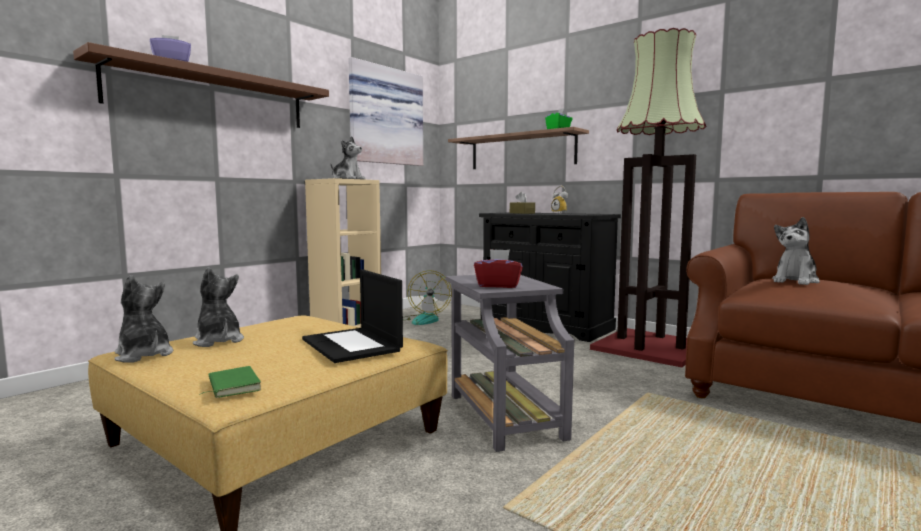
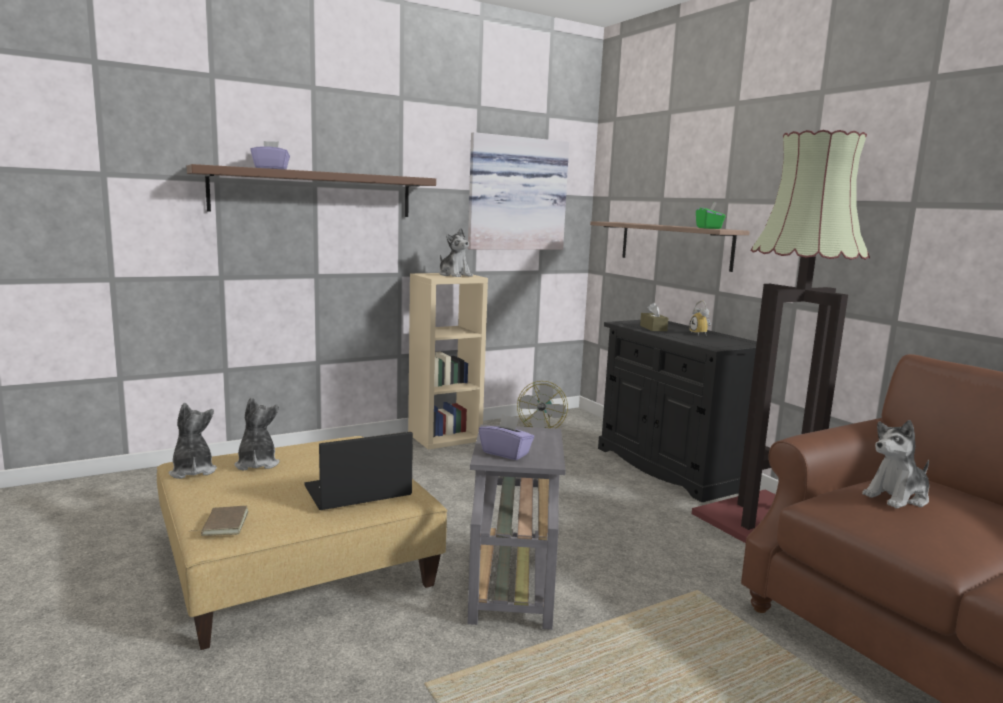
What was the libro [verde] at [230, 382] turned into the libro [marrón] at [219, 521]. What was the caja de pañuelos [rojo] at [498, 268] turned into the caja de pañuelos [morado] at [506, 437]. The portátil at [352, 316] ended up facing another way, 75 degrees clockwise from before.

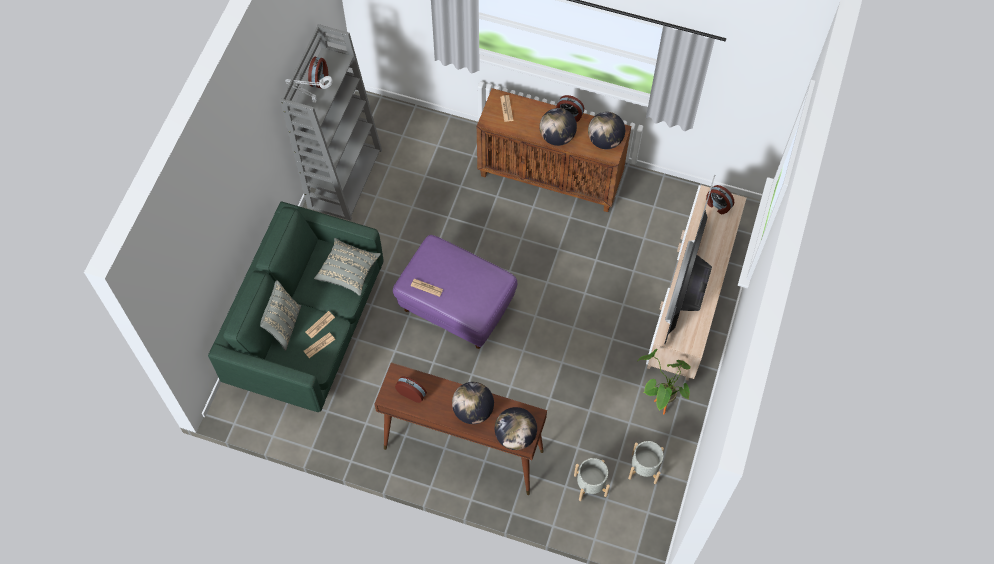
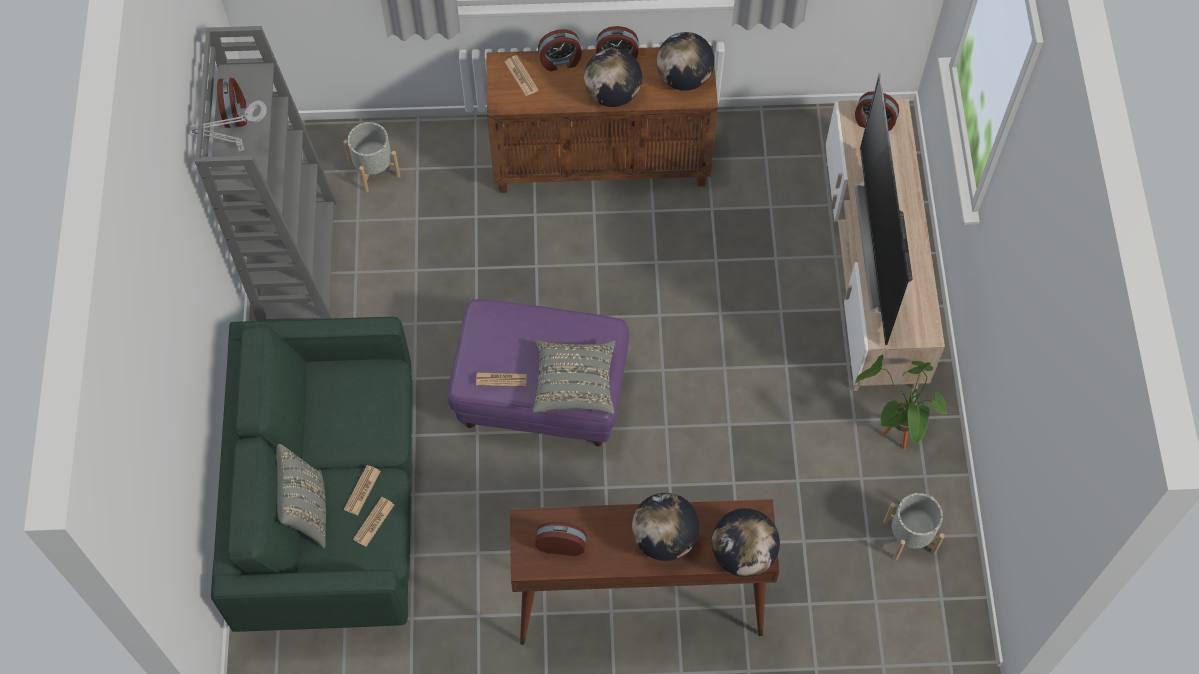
The second view gained the despertador at [560, 50]. The cojín [gris] ended up elsewhere, having gone from [347, 267] to [574, 377]. The maceta [gris] ended up elsewhere, having gone from [592, 479] to [371, 157].

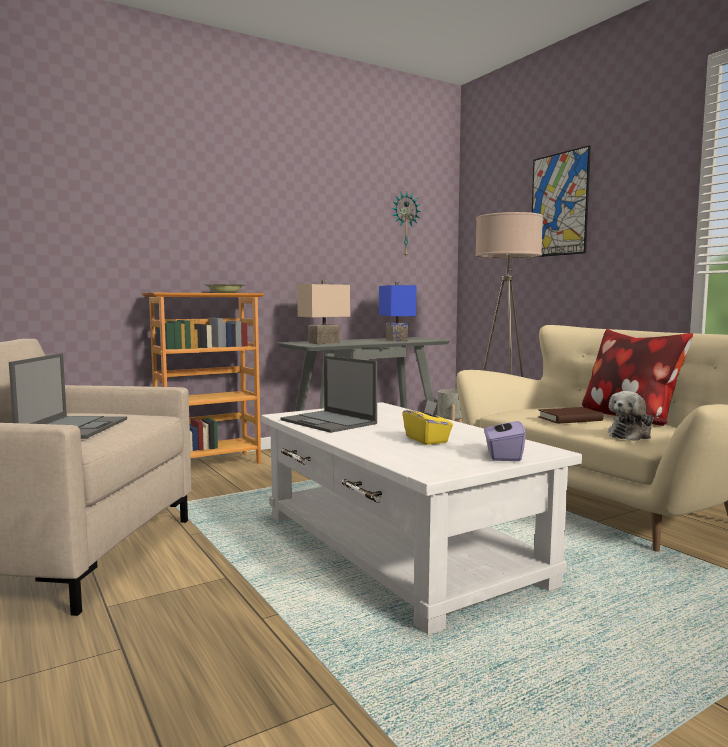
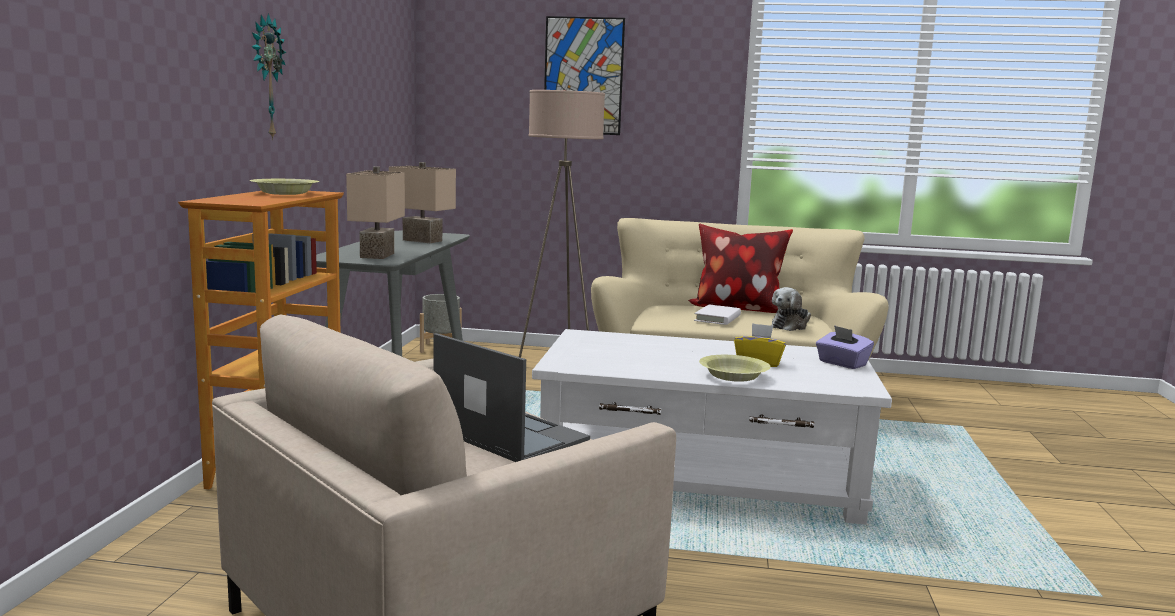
The second view lost the portátil at [328, 394]. The second view gained the cuenco [amarillo] at [735, 368]. The reloj de pared ended up elsewhere, having gone from [406, 224] to [268, 76]. What was the lámpara de mesa [azul] at [397, 311] turned into the lámpara de mesa [beis] at [422, 202]. What was the libro [marrón] at [571, 415] turned into the libro [blanco] at [717, 314]. The peluche at [631, 416] ended up facing another way, 45 degrees clockwise from before.

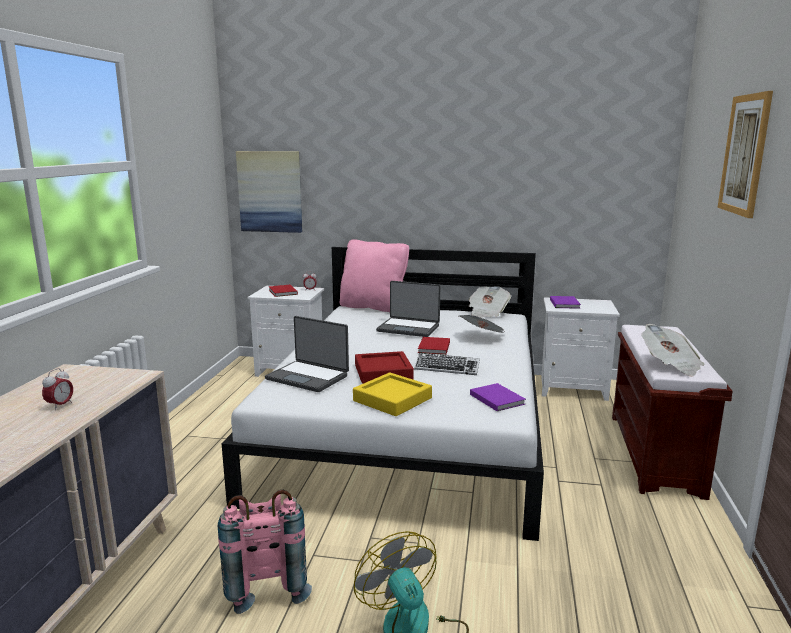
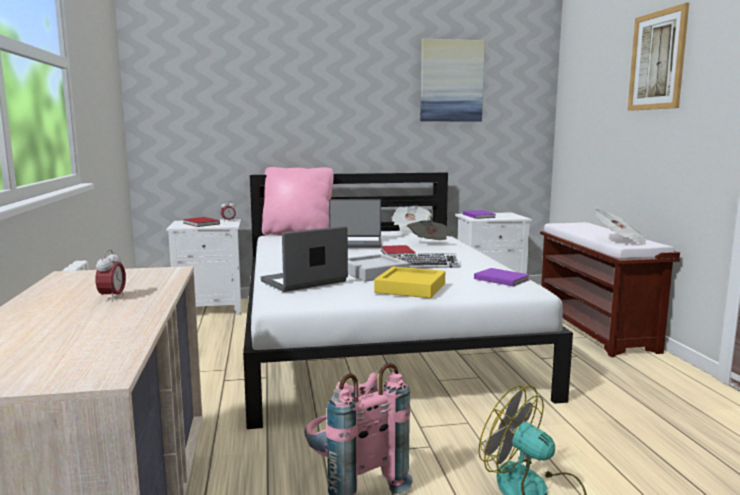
The cuadro ended up elsewhere, having gone from [269, 192] to [452, 80]. What was the bandeja [rojo] at [384, 367] turned into the bandeja [gris] at [378, 268]. The portátil at [307, 354] ended up facing another way, 135 degrees clockwise from before.

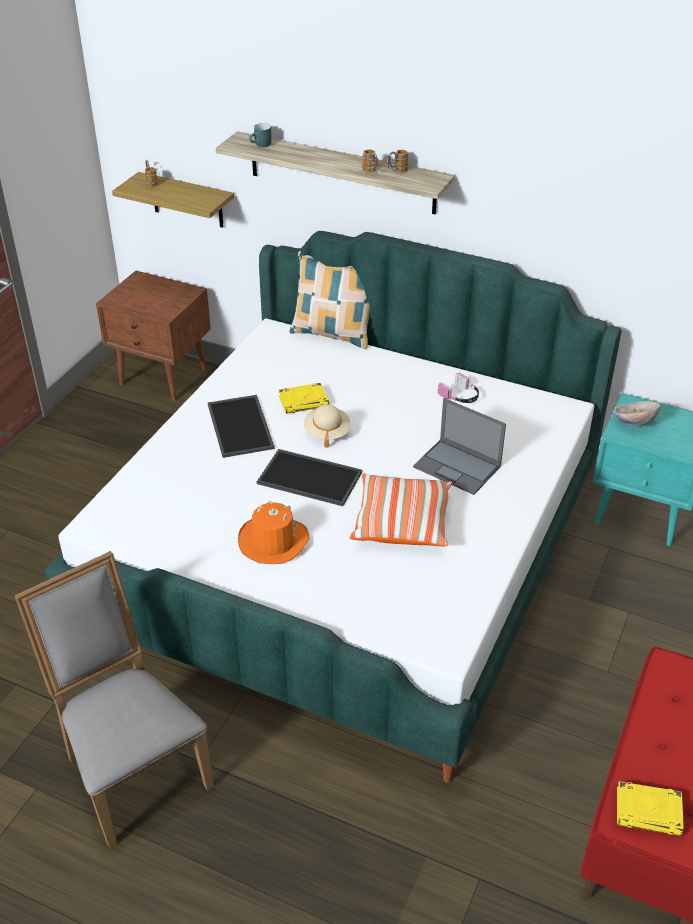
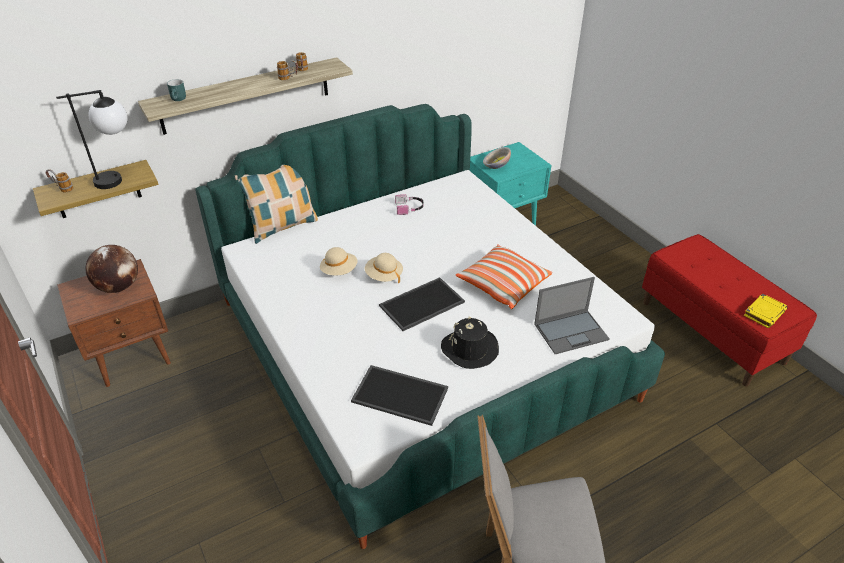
The second view gained the lámpara de mesa at [91, 139]. The second view gained the globo terráqueo at [111, 269]. The bandeja ended up elsewhere, having gone from [241, 426] to [399, 395]. The portátil ended up elsewhere, having gone from [459, 446] to [571, 315]. Where the libro [amarillo] stood at [303, 398], the sombrero [beis] came to stand at [339, 261]. What was the sombrero [naranja] at [273, 532] turned into the sombrero [negro] at [470, 343].

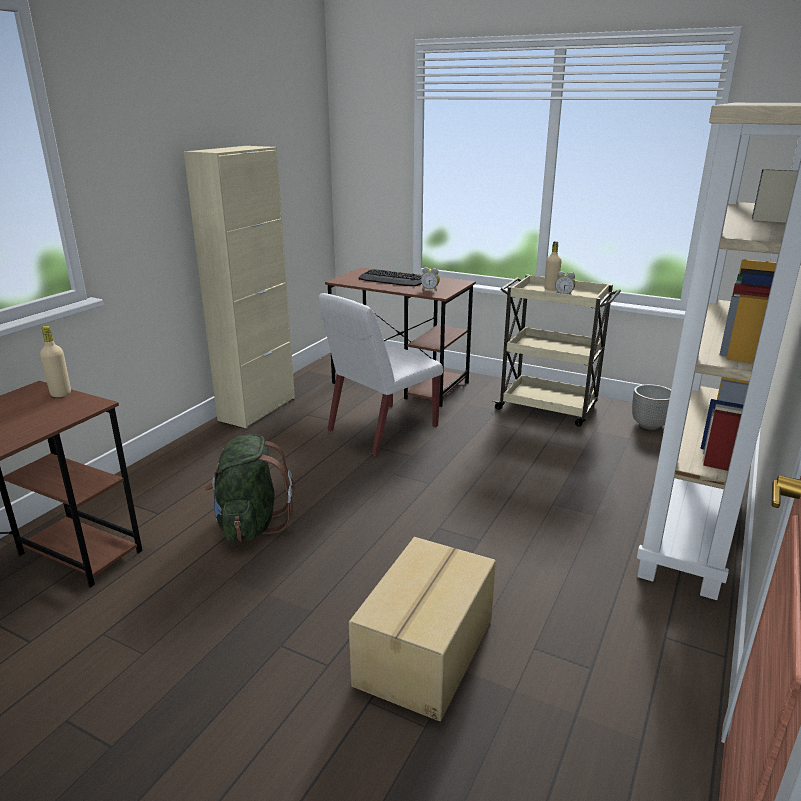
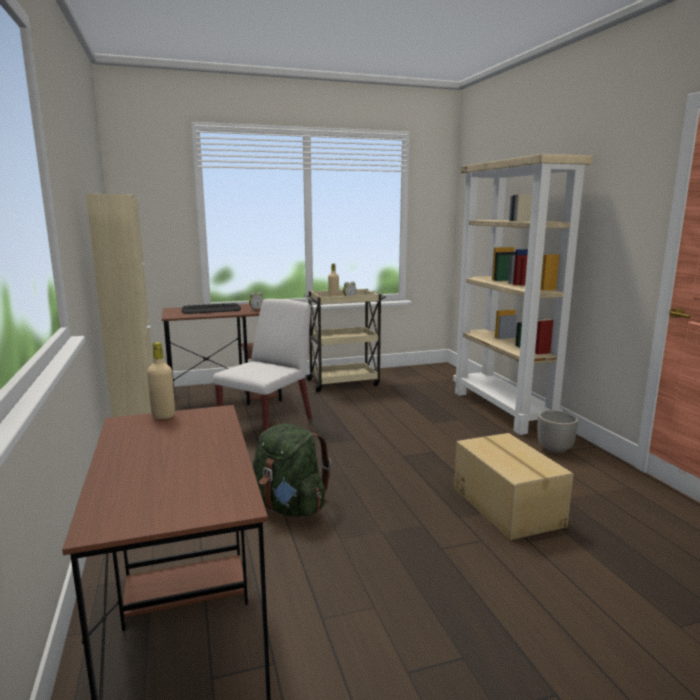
The maceta ended up elsewhere, having gone from [651, 407] to [558, 432]. The silla [blanco] at [380, 374] ended up facing another way, 150 degrees counterclockwise from before.

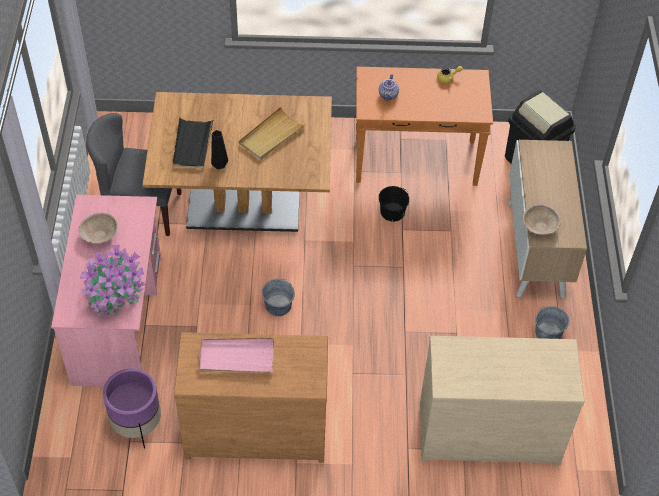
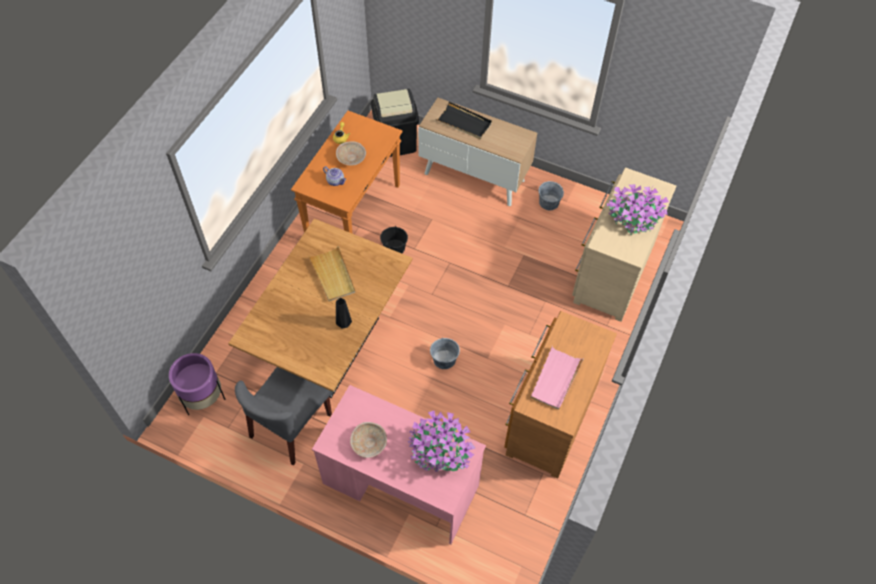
The second view gained the planta en maceta at [638, 209]. The maceta [morado] ended up elsewhere, having gone from [132, 408] to [197, 384]. The bandeja [negro] ended up elsewhere, having gone from [193, 142] to [464, 120]. The cuenco [beis] ended up elsewhere, having gone from [542, 219] to [351, 153].

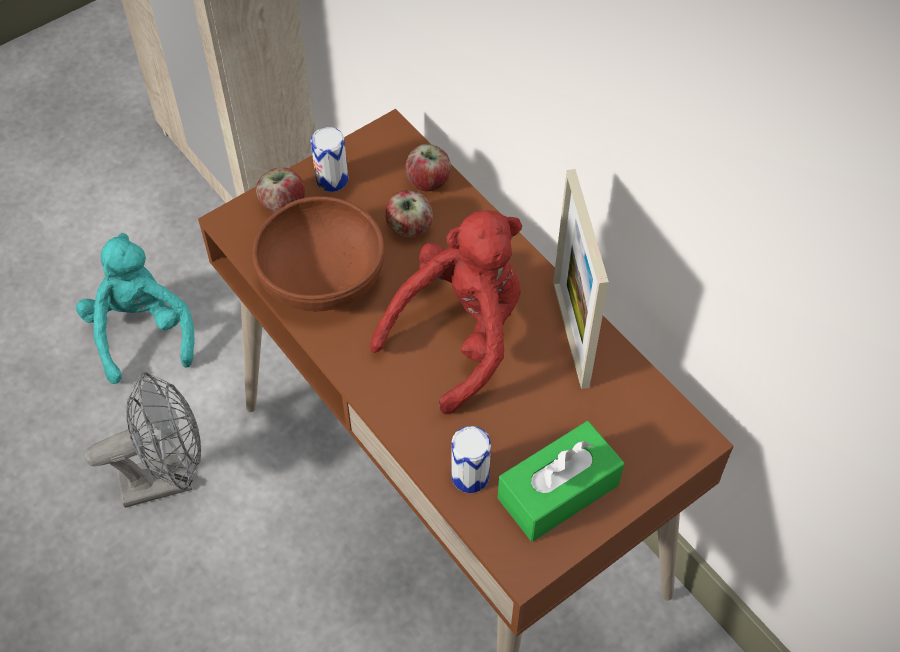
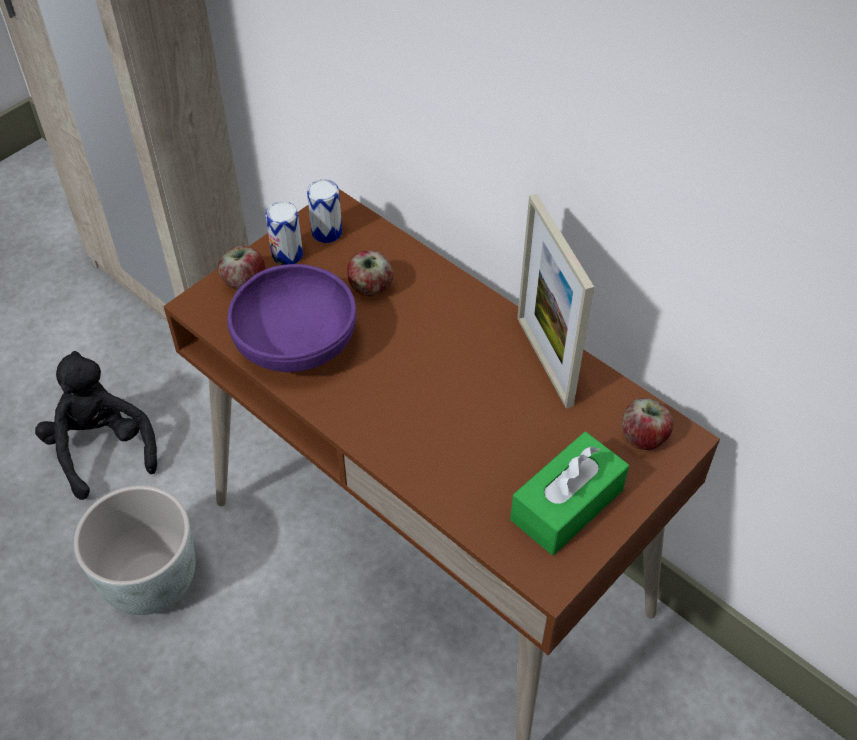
The second view lost the peluche [rojo] at [446, 312]. The manzana ended up elsewhere, having gone from [428, 167] to [647, 424]. The lata ended up elsewhere, having gone from [471, 459] to [324, 211]. Where the ventilador [gris] stood at [143, 440], the maceta [gris] came to stand at [135, 550]. What was the peluche [turquesa] at [135, 308] turned into the peluche [negro] at [96, 425]. What was the cuenco [marrón] at [318, 253] turned into the cuenco [morado] at [291, 318].

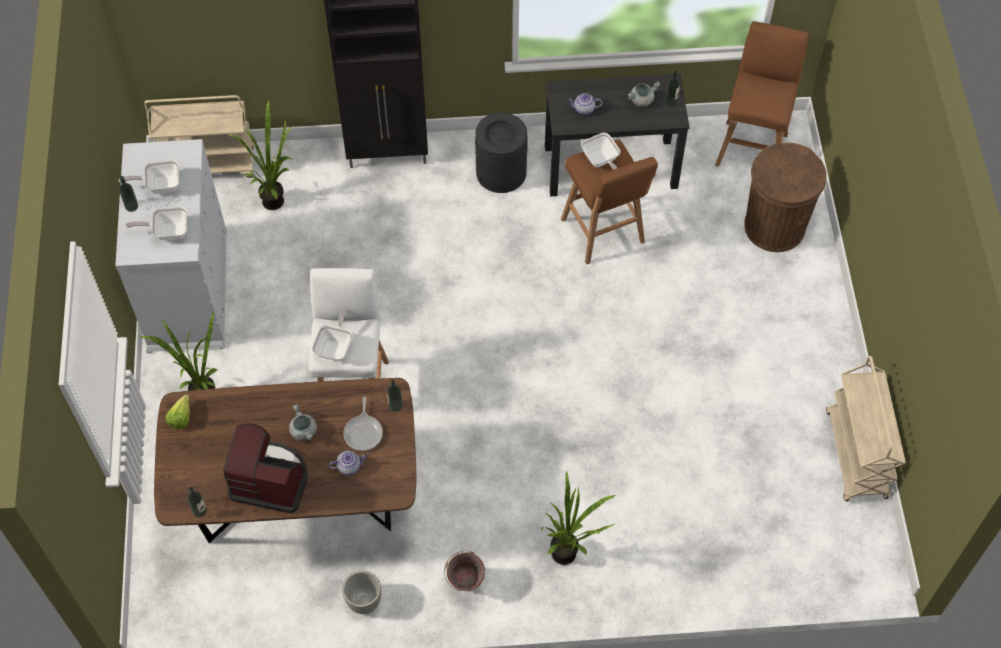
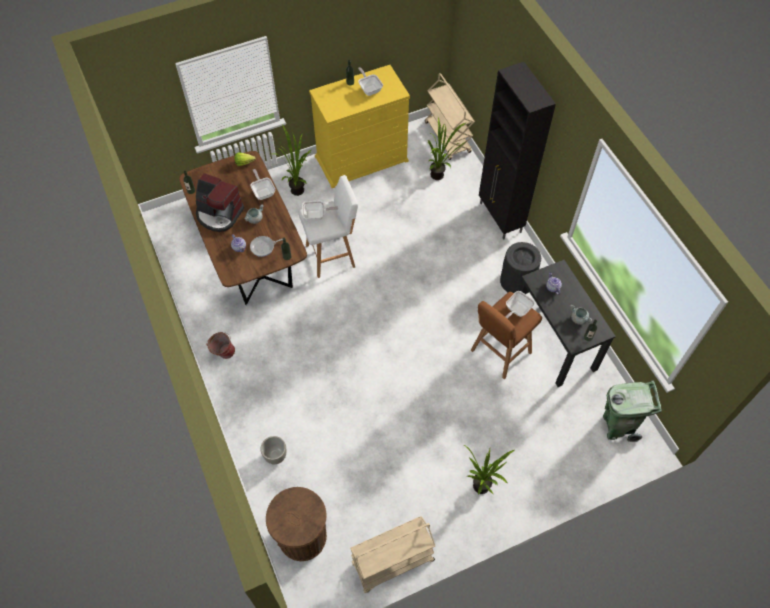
The sartén ended up elsewhere, having gone from [156, 223] to [262, 184]. The maceta [gris] ended up elsewhere, having gone from [361, 592] to [273, 450]. The planta en maceta ended up elsewhere, having gone from [579, 517] to [489, 470]. The papelera [marrón] ended up elsewhere, having gone from [785, 197] to [296, 524]. Where the taburete [marrón] stood at [762, 94], the papelera [verde] came to stand at [632, 411]. What was the cómoda [blanco] at [171, 246] turned into the cómoda [amarillo] at [359, 126]. The cafetera at [265, 468] ended up facing another way, 120 degrees clockwise from before.

